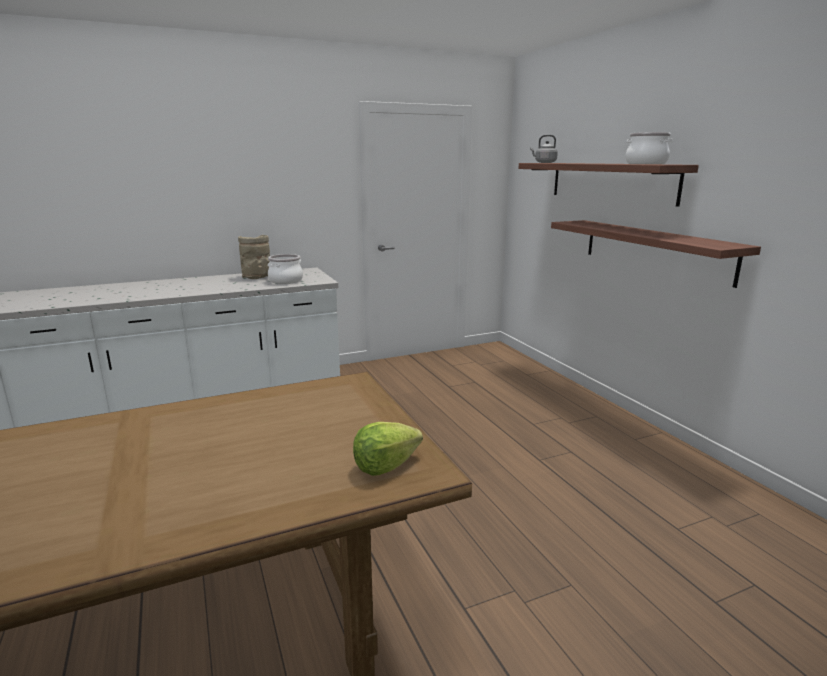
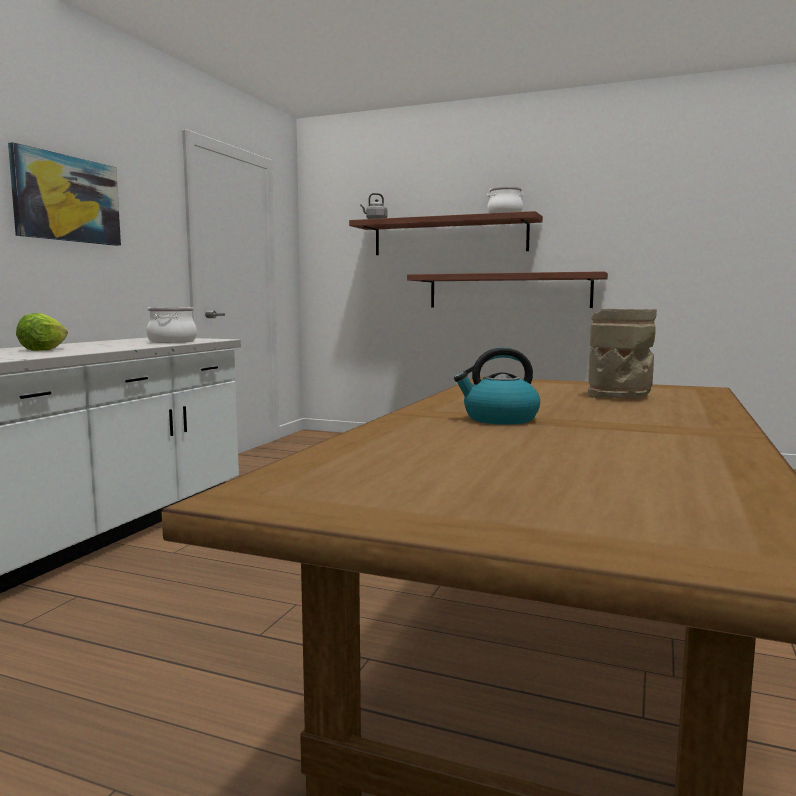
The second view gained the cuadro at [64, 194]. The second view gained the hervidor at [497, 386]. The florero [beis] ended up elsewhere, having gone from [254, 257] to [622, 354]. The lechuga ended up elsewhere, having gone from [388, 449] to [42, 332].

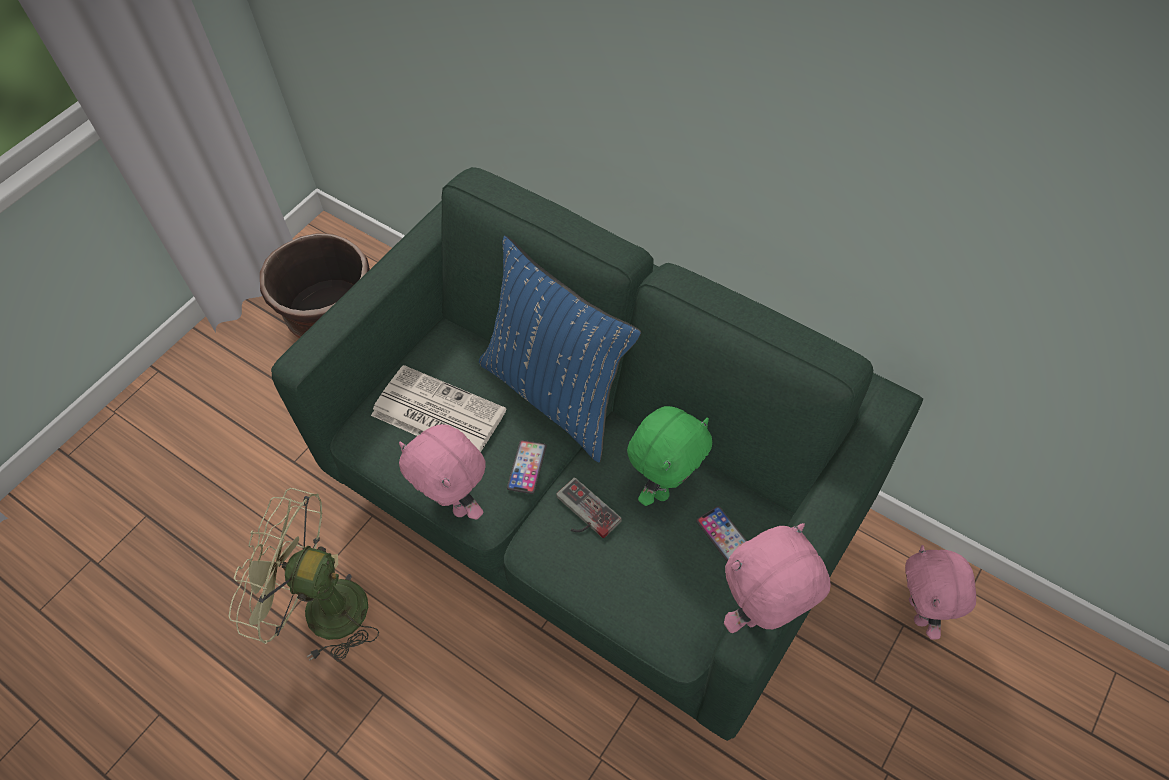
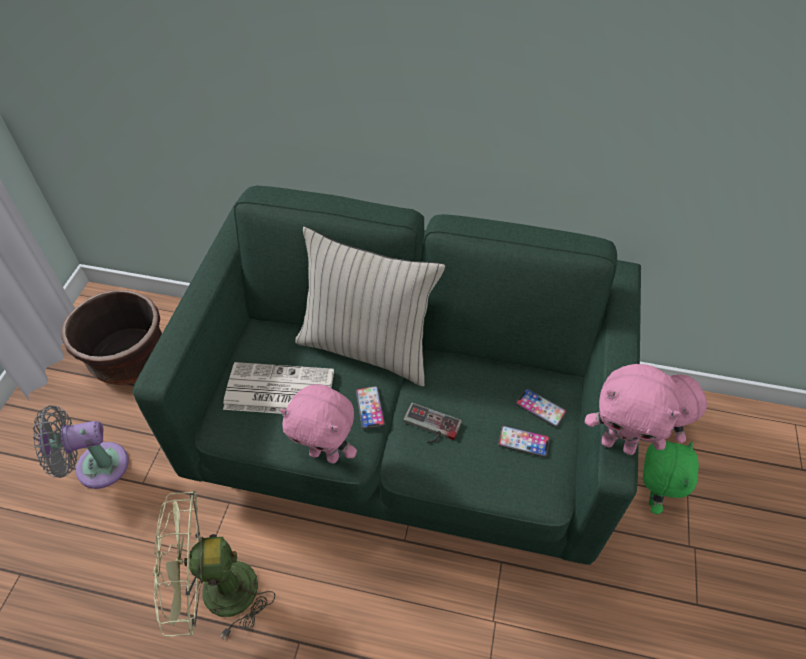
The second view gained the ventilador [gris] at [81, 447]. The second view gained the móvil at [524, 441]. The peluche [verde] ended up elsewhere, having gone from [669, 456] to [671, 477]. What was the cojín [azul] at [560, 348] turned into the cojín [beis] at [370, 306]. The peluche [rosa] at [777, 578] ended up facing another way, 105 degrees counterclockwise from before.

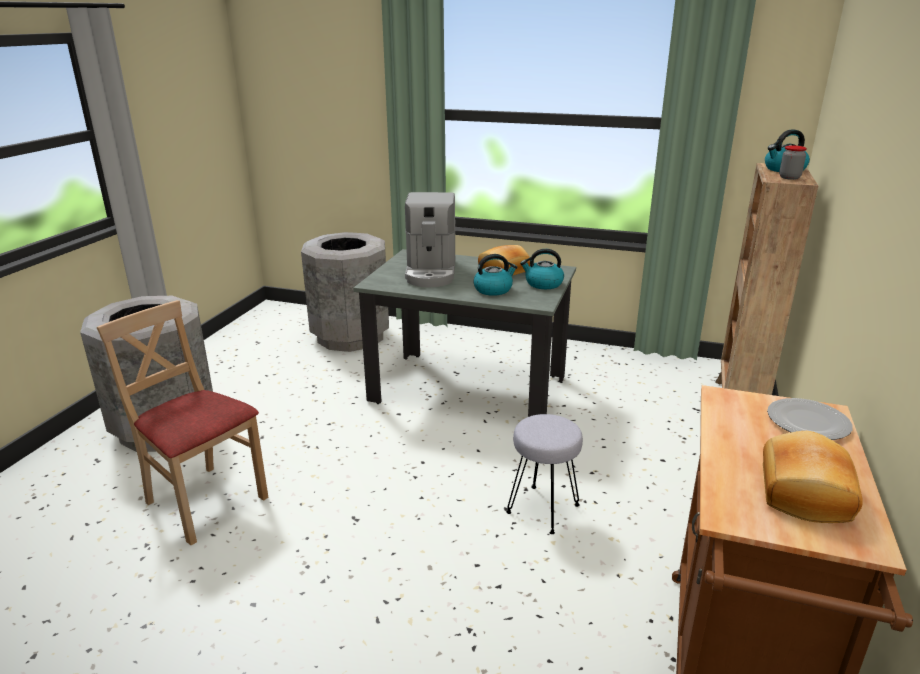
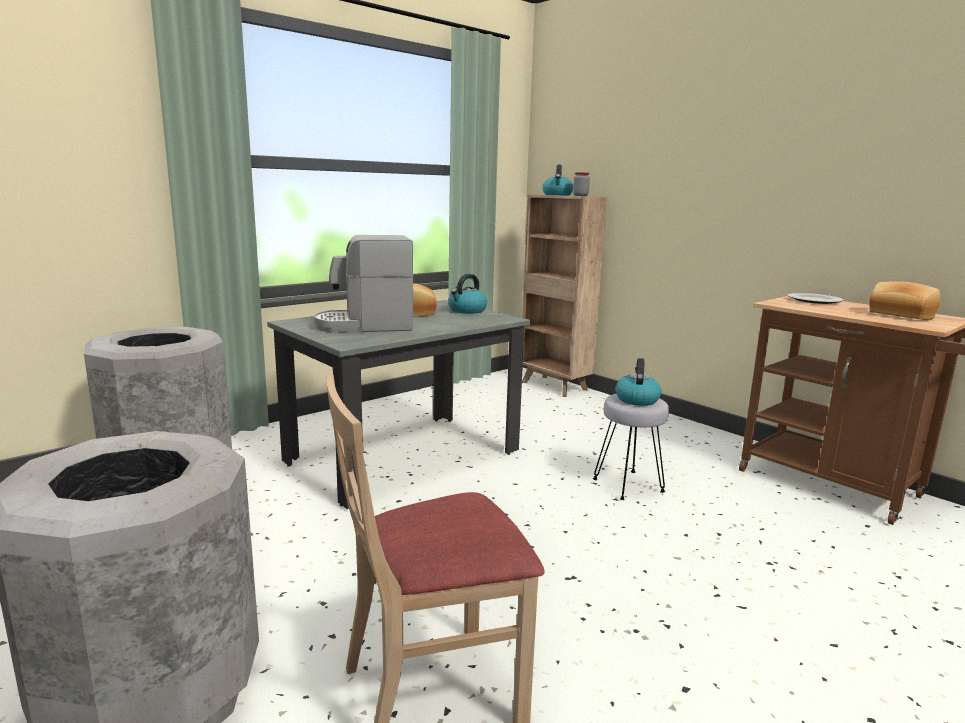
The hervidor ended up elsewhere, having gone from [495, 275] to [638, 382]. The cafetera at [430, 239] ended up facing another way, 135 degrees clockwise from before.

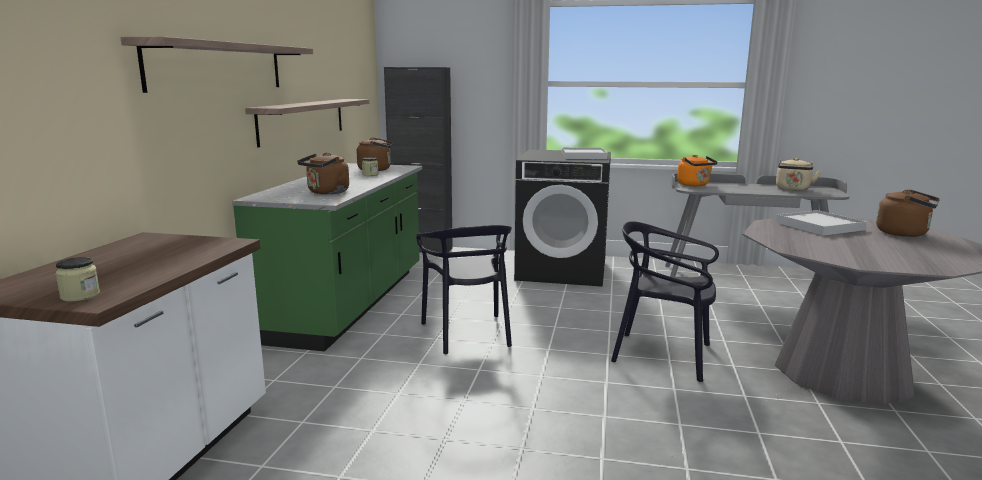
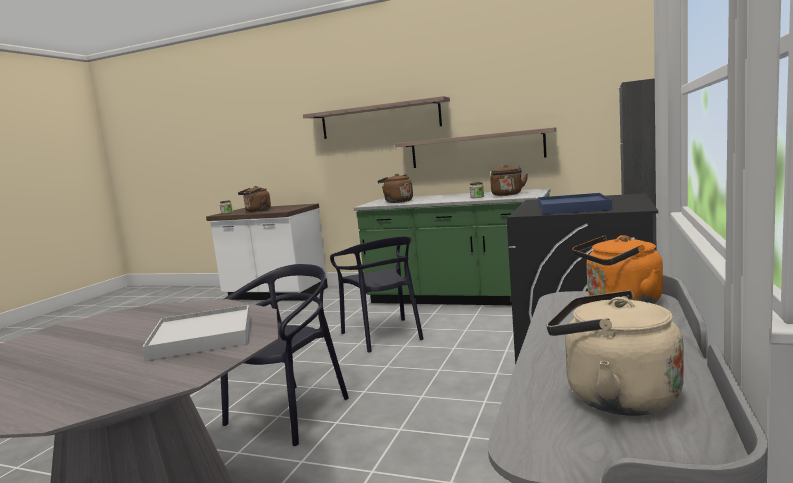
The hervidor [marrón] ended up elsewhere, having gone from [908, 213] to [254, 199]. What was the bandeja [blanco] at [585, 153] turned into the bandeja [azul] at [575, 204]. The silla [negro] at [464, 289] ended up facing another way, 105 degrees counterclockwise from before.

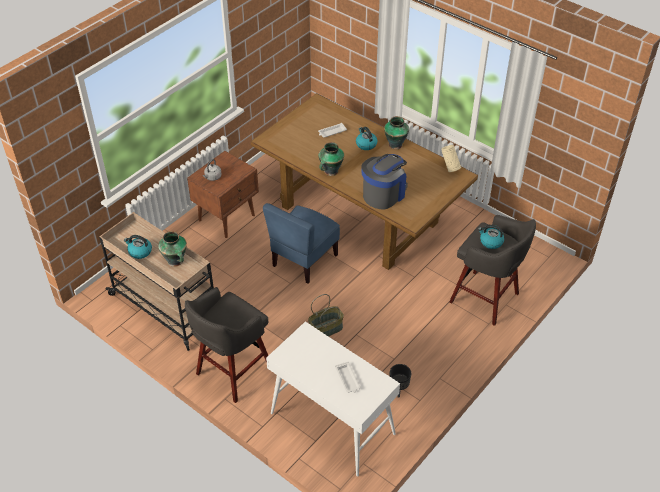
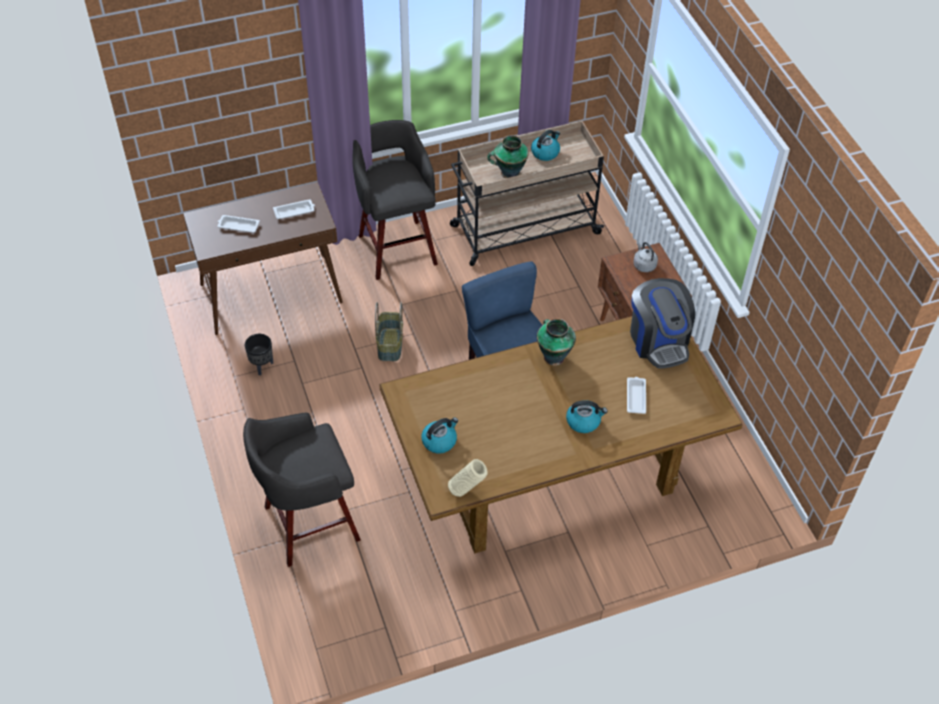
The second view lost the florero at [396, 132]. The second view gained the bandeja [blanco] at [294, 209]. The cafetera ended up elsewhere, having gone from [384, 181] to [662, 323]. The hervidor ended up elsewhere, having gone from [491, 237] to [439, 435]. What was the mesa consola [blanco] at [333, 399] turned into the mesa consola [marrón] at [263, 258].

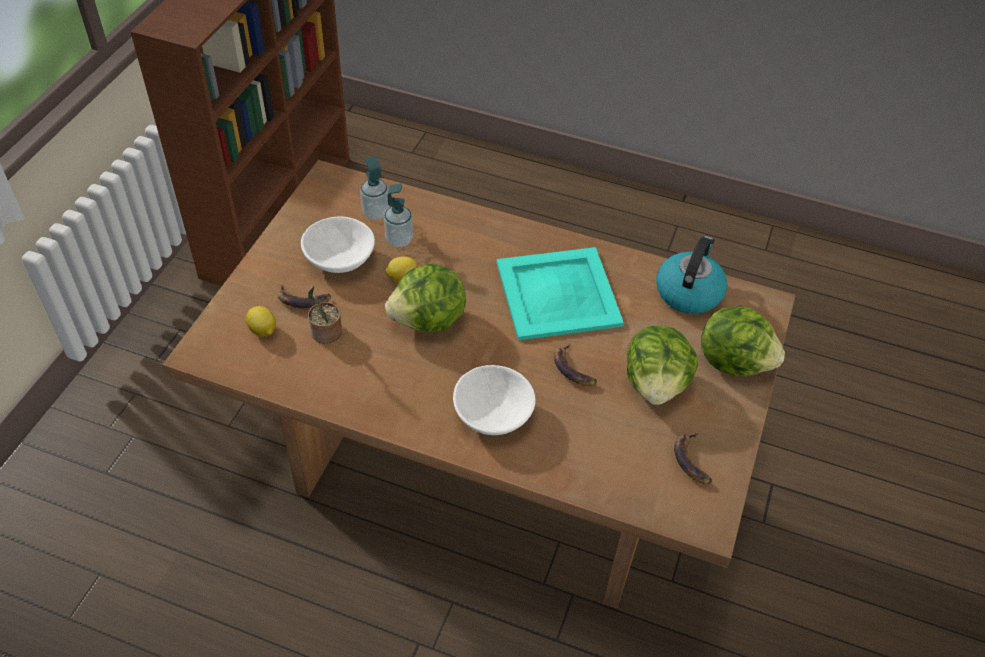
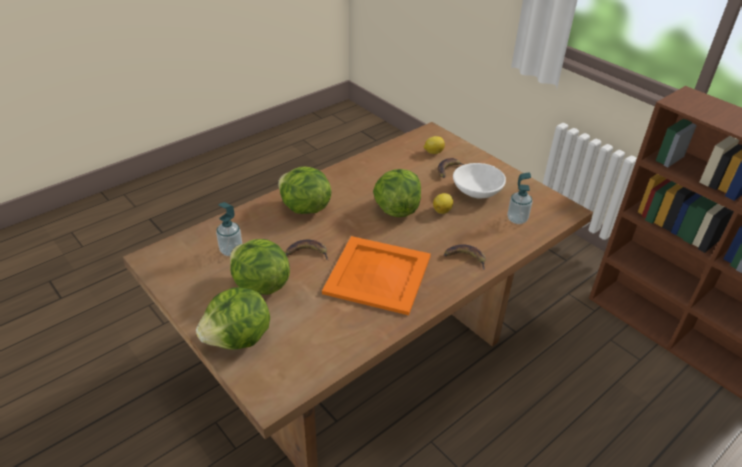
The second view lost the planta en maceta at [325, 315]. The second view lost the hervidor at [691, 275]. The dispensador de jabón ended up elsewhere, having gone from [398, 215] to [229, 229]. The plátano ended up elsewhere, having gone from [693, 458] to [465, 257]. Where the cuenco [blanco] stood at [494, 400], the lechuga came to stand at [305, 190]. What was the bandeja [turquesa] at [560, 294] turned into the bandeja [naranja] at [376, 275].

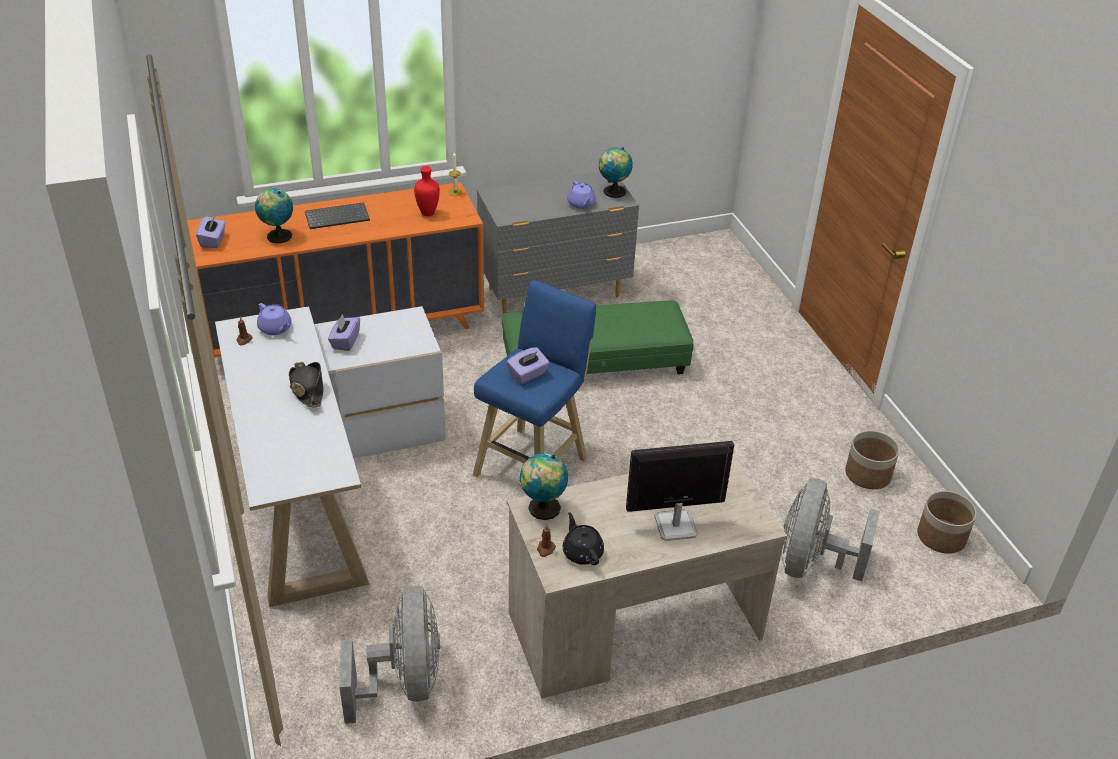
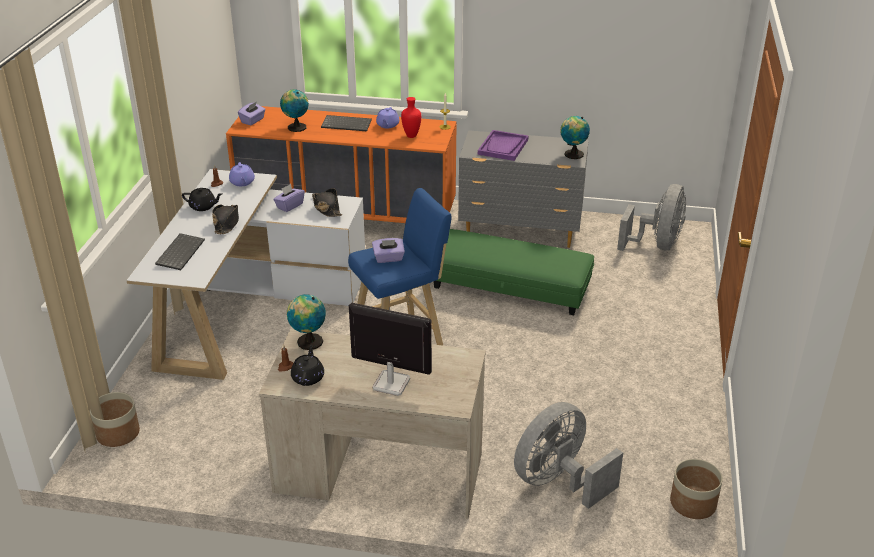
The second view gained the teclado at [180, 251]. The second view gained the tetera [negro] at [202, 199]. The second view gained the sombrero [negro] at [327, 202]. The second view gained the bandeja [morado] at [503, 145]. The ventilador [gris] ended up elsewhere, having gone from [389, 655] to [651, 217]. The tetera [morado] ended up elsewhere, having gone from [581, 195] to [387, 117]. The maceta ended up elsewhere, having gone from [872, 460] to [115, 419].

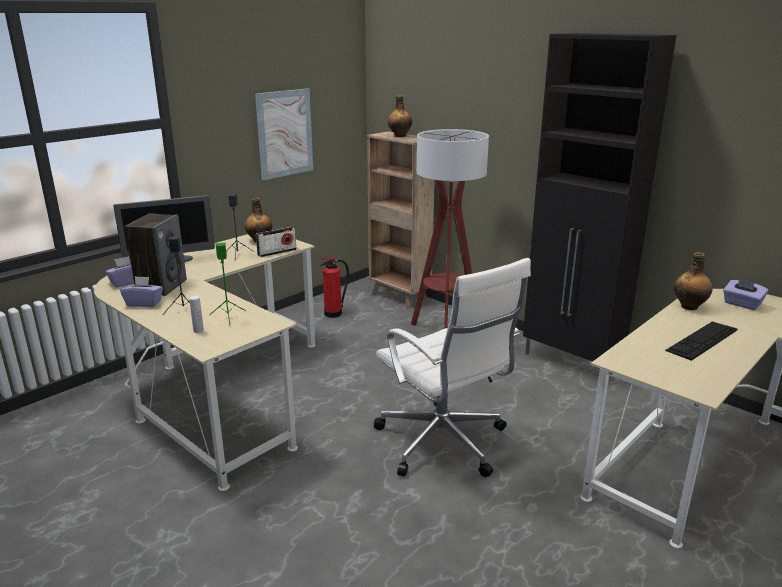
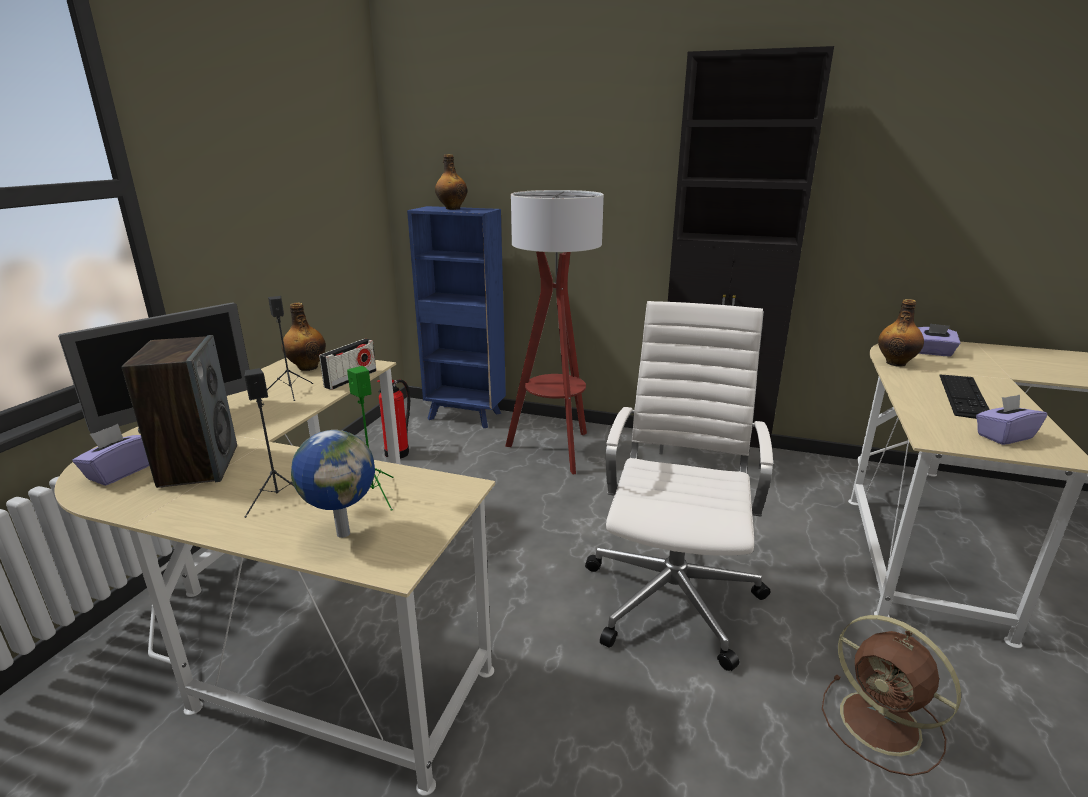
The second view lost the cuadro at [284, 134]. The second view gained the ventilador [marrón] at [891, 695]. The caja de pañuelos [morado] ended up elsewhere, having gone from [141, 291] to [1011, 420]. Where the botella [blanco] stood at [196, 314], the globo terráqueo came to stand at [333, 484]. What was the estantería [marrón] at [401, 220] turned into the estantería [azul] at [456, 317]. The silla de oficina [blanco] at [452, 367] ended up facing another way, 105 degrees counterclockwise from before.

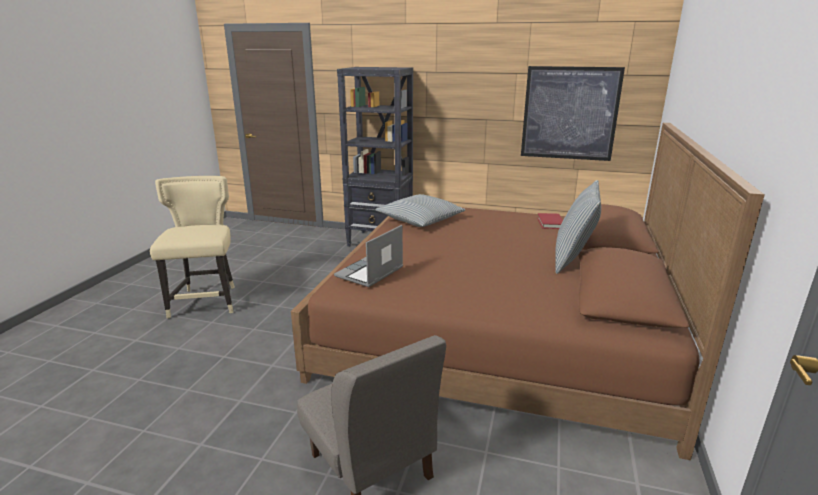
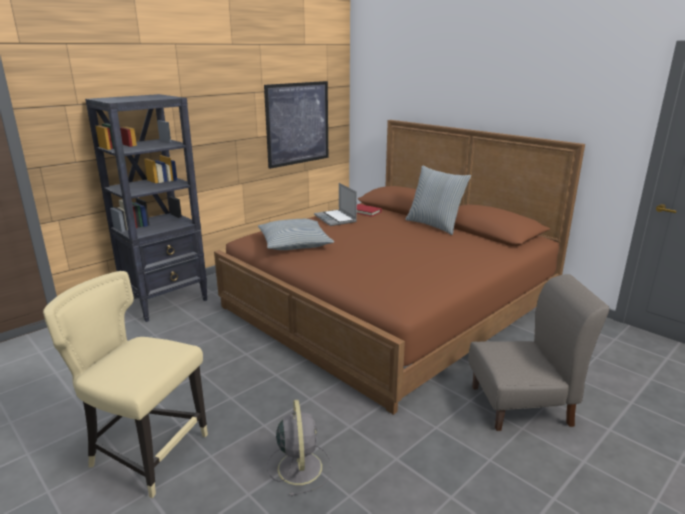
The second view gained the ventilador [gris] at [299, 448]. The portátil ended up elsewhere, having gone from [368, 256] to [335, 204].

